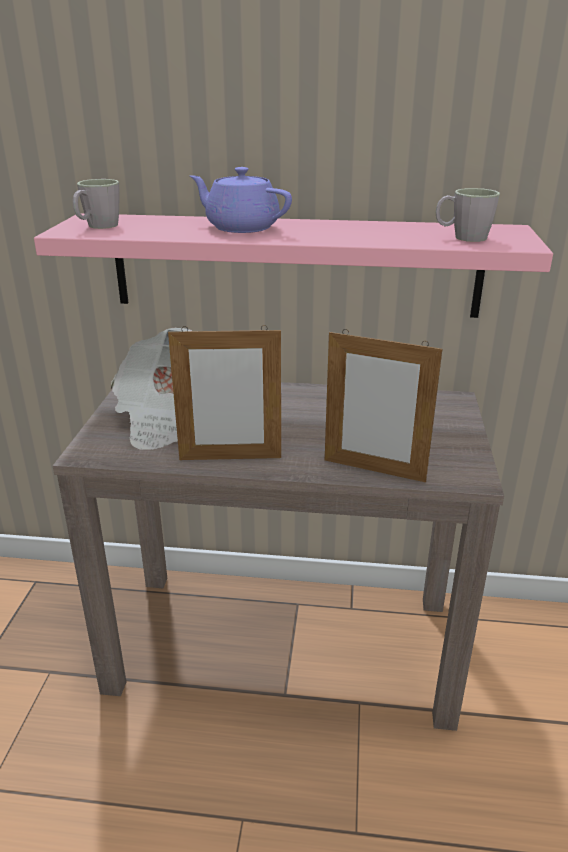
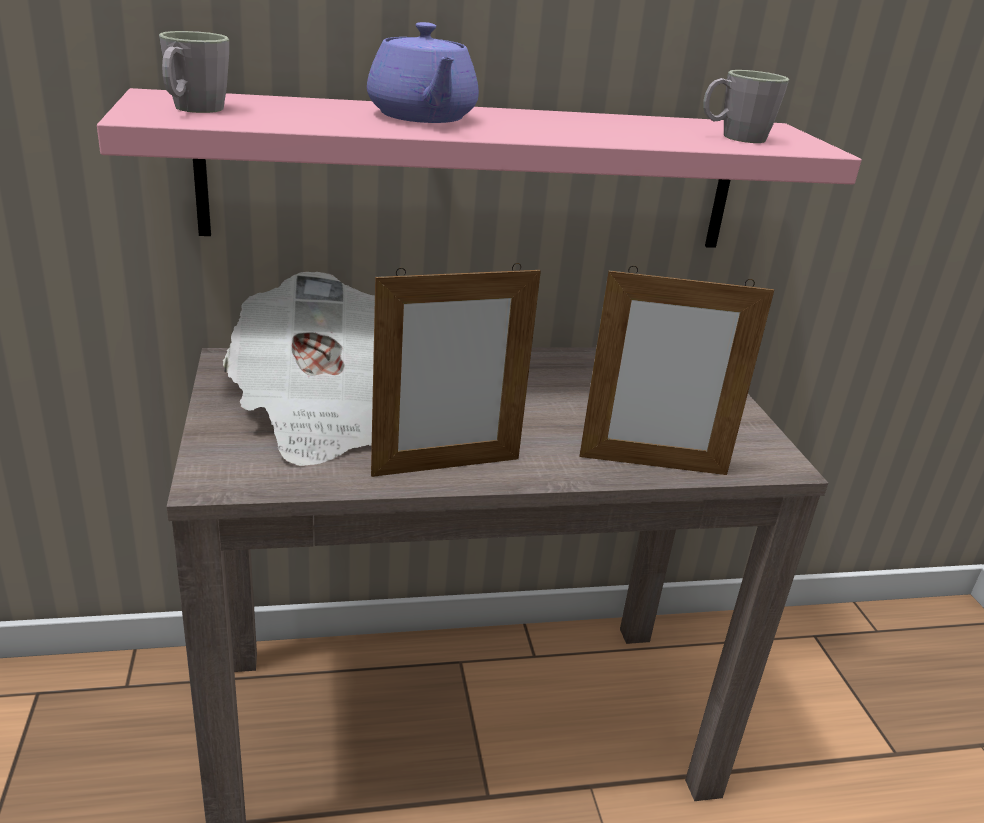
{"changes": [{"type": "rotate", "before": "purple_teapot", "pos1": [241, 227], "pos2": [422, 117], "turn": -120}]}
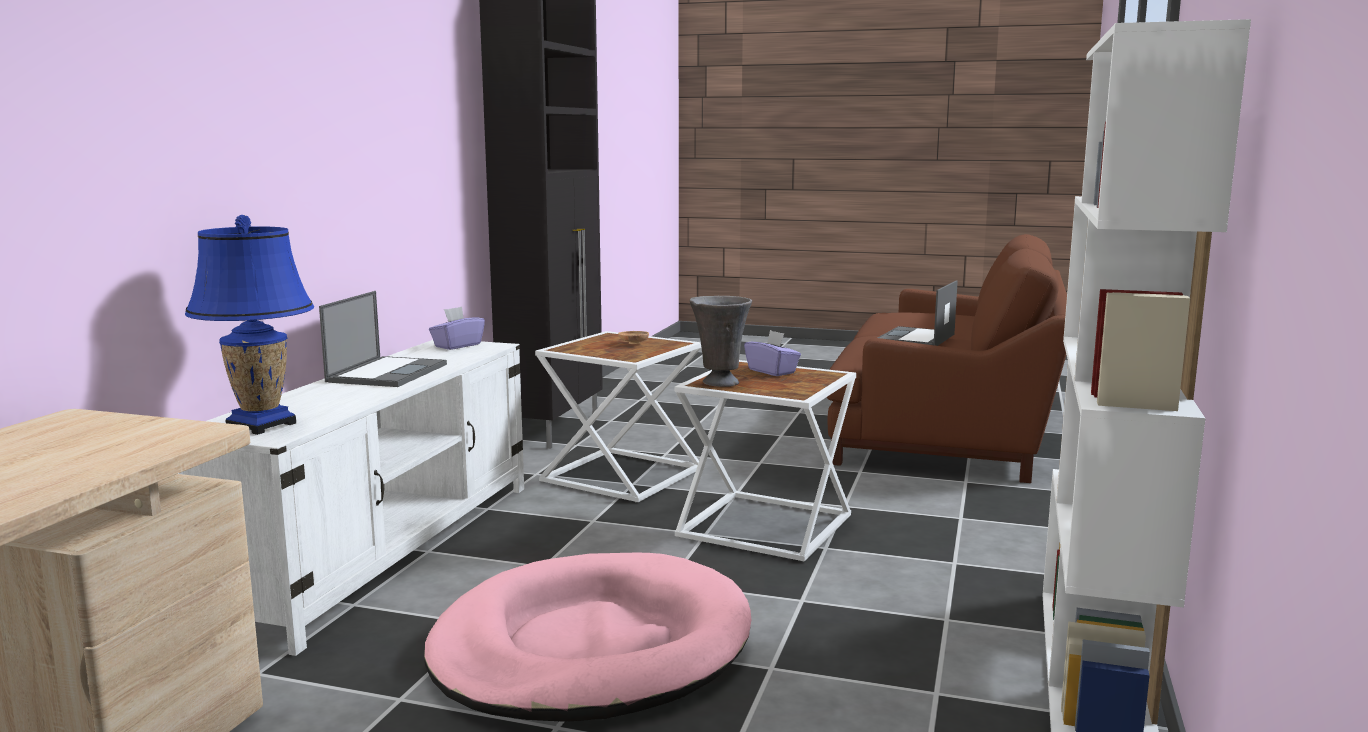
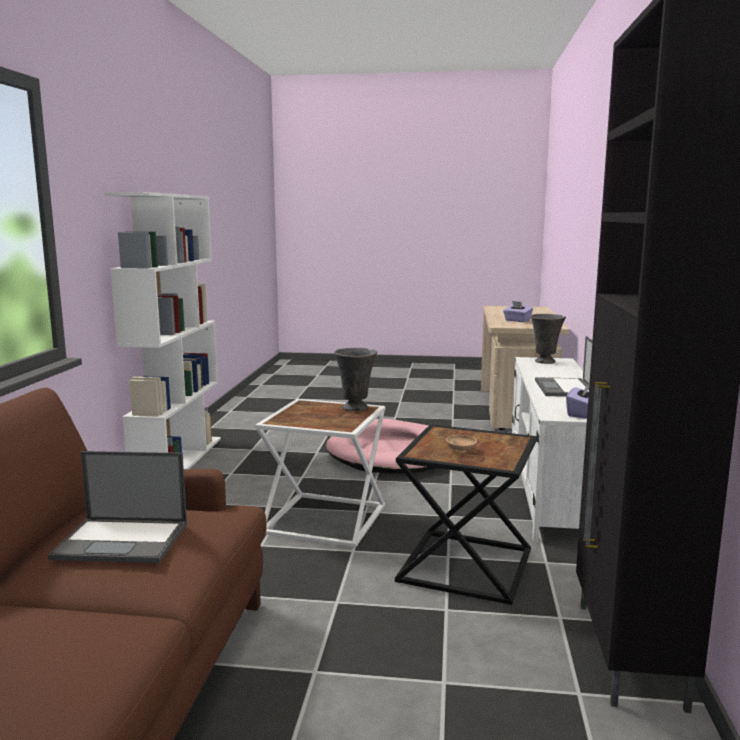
{"changes": [{"type": "move", "before": "purple_tissue_box", "pos1": [772, 371], "pos2": [517, 321]}, {"type": "replace", "before": "blue_table_lamp", "after": "grey_vase", "pos1": [261, 425], "pos2": [545, 362]}, {"type": "recolor", "before": "white_side_table", "after": "black_side_table", "pos1": [621, 474], "pos2": [467, 567]}, {"type": "rotate", "before": "laptop", "pos1": [916, 338], "pos2": [123, 540], "turn": 75}]}
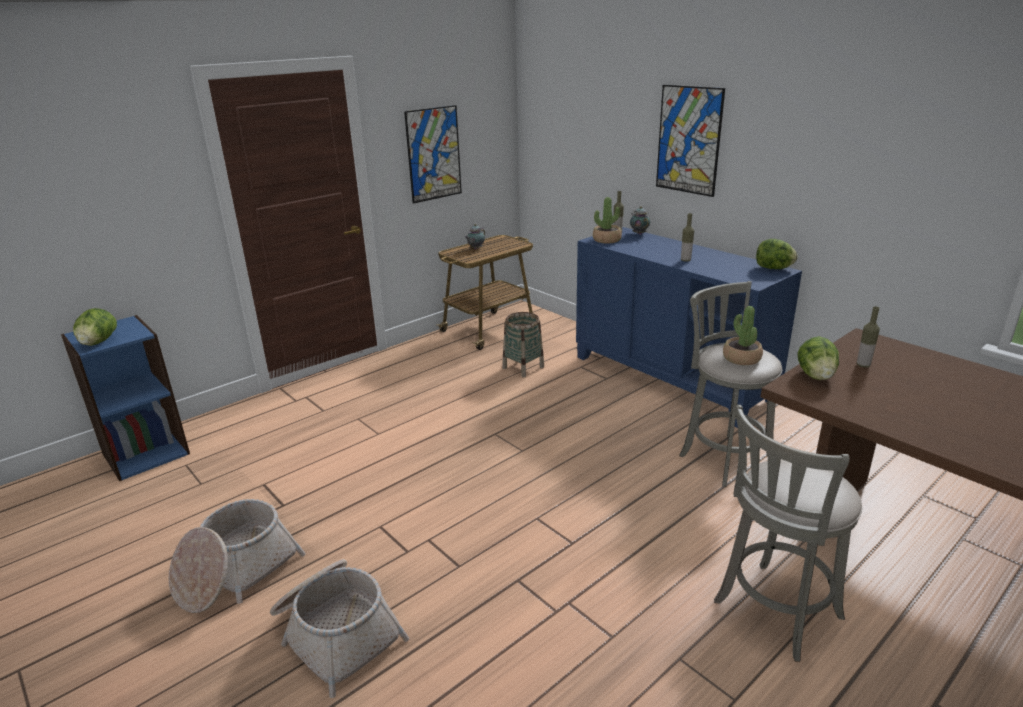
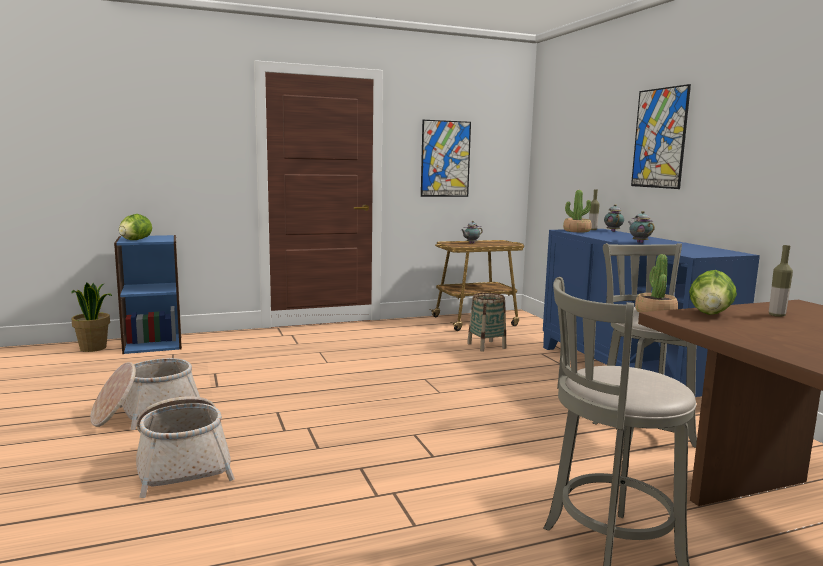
{"changes": [{"type": "delete", "before": "lettuce", "pos1": [774, 268]}, {"type": "insert", "after": "potted_plant", "pos2": [93, 348]}, {"type": "replace", "before": "bottle", "after": "teapot", "pos1": [685, 260], "pos2": [639, 242]}]}
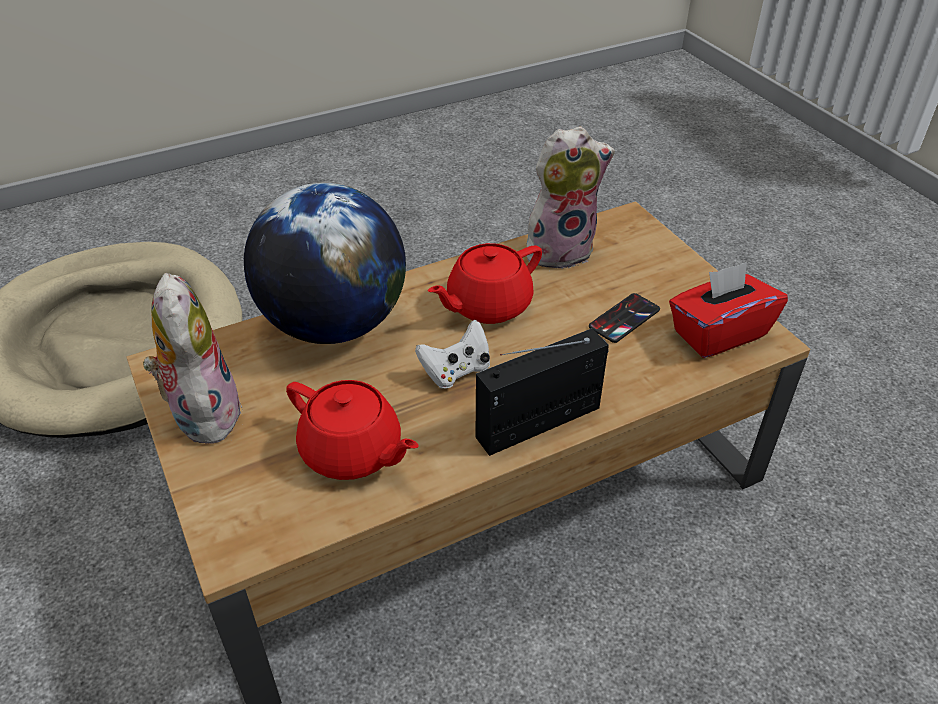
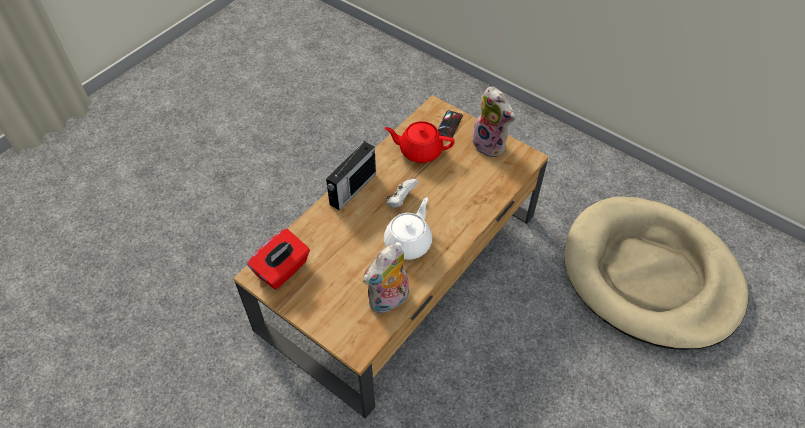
{"changes": [{"type": "delete", "before": "globe", "pos1": [334, 324]}, {"type": "move", "before": "phone", "pos1": [624, 318], "pos2": [449, 124]}, {"type": "recolor", "before": "red_teapot", "after": "white_teapot", "pos1": [487, 305], "pos2": [408, 243]}]}
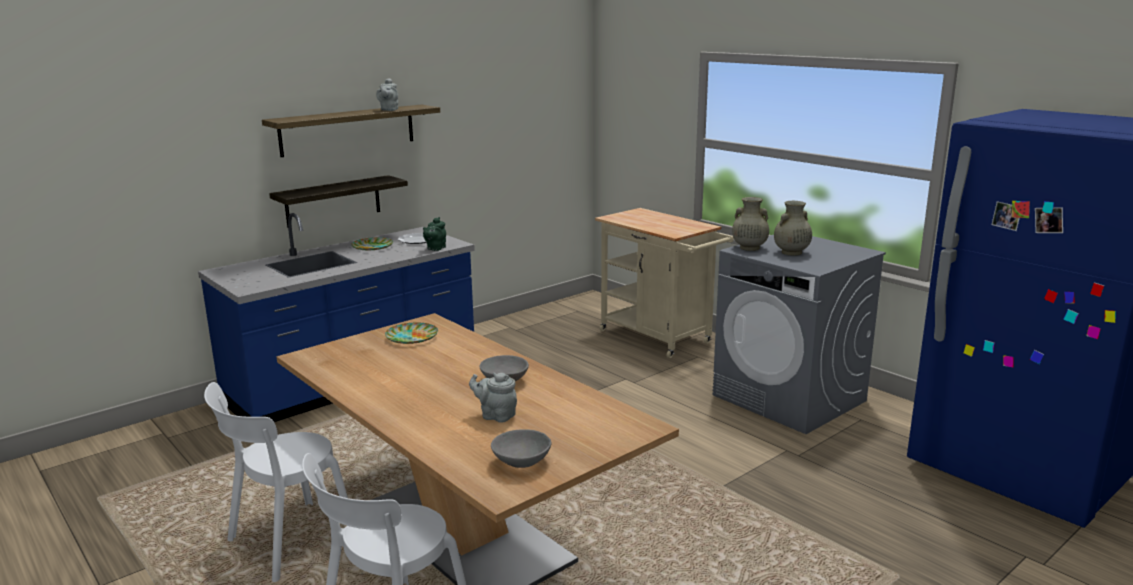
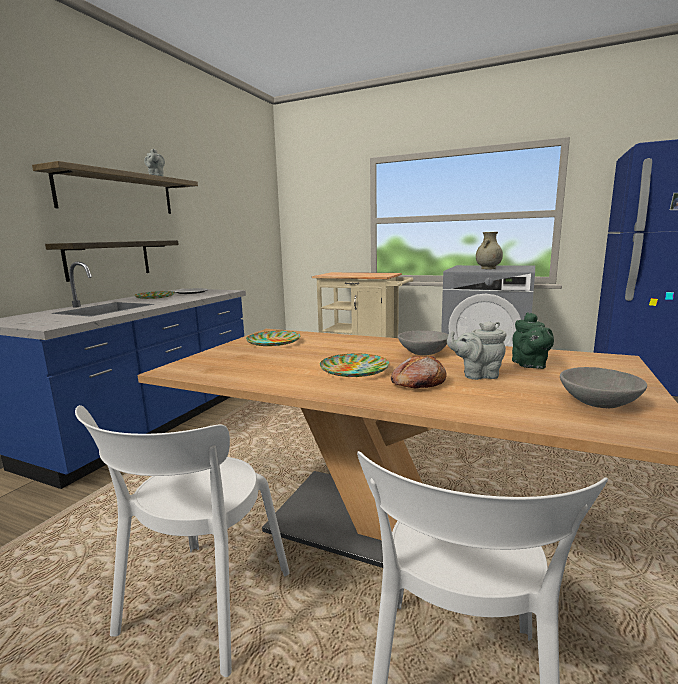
{"changes": [{"type": "delete", "before": "beige_vase", "pos1": [749, 248]}, {"type": "insert", "after": "plate", "pos2": [355, 370]}, {"type": "insert", "after": "bread", "pos2": [418, 383]}, {"type": "move", "before": "green_teapot", "pos1": [435, 248], "pos2": [530, 365]}]}
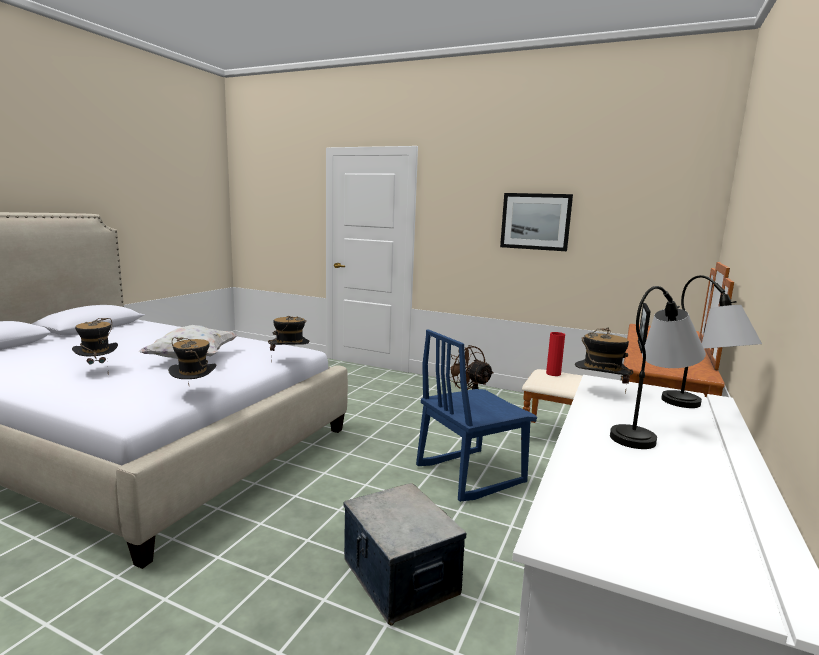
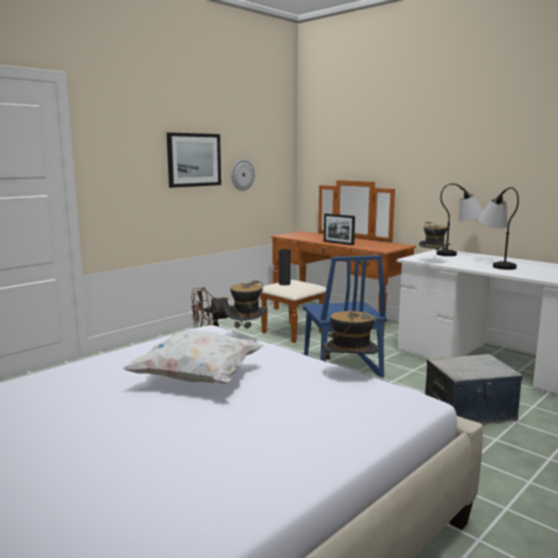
{"changes": [{"type": "delete", "before": "hat", "pos1": [98, 370]}, {"type": "insert", "after": "wall_clock", "pos2": [242, 174]}, {"type": "recolor", "before": "red_vase", "after": "black_vase", "pos1": [553, 374], "pos2": [284, 284]}]}
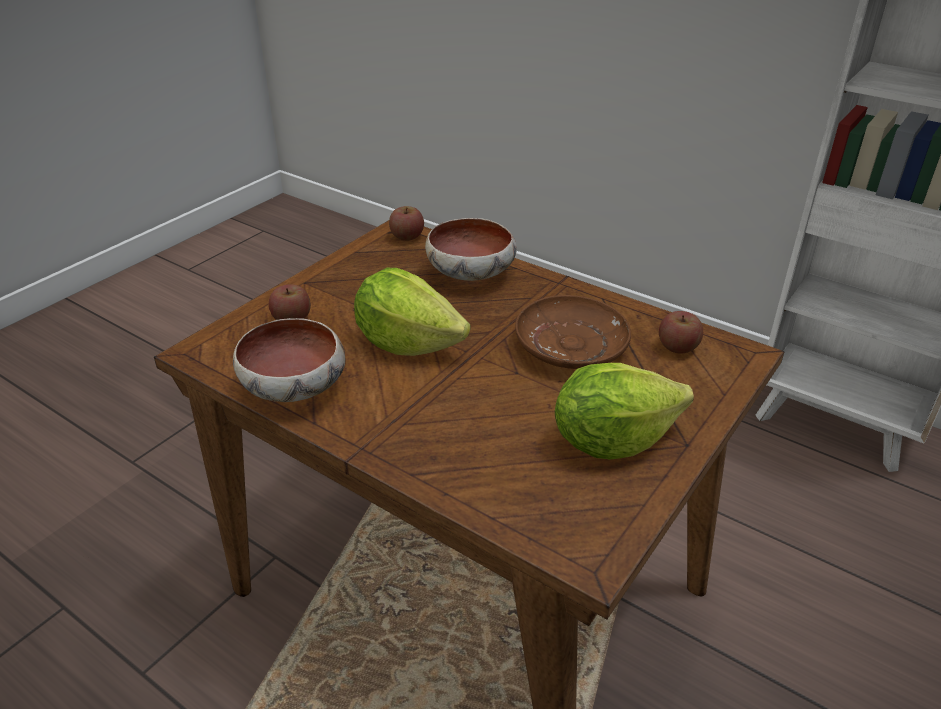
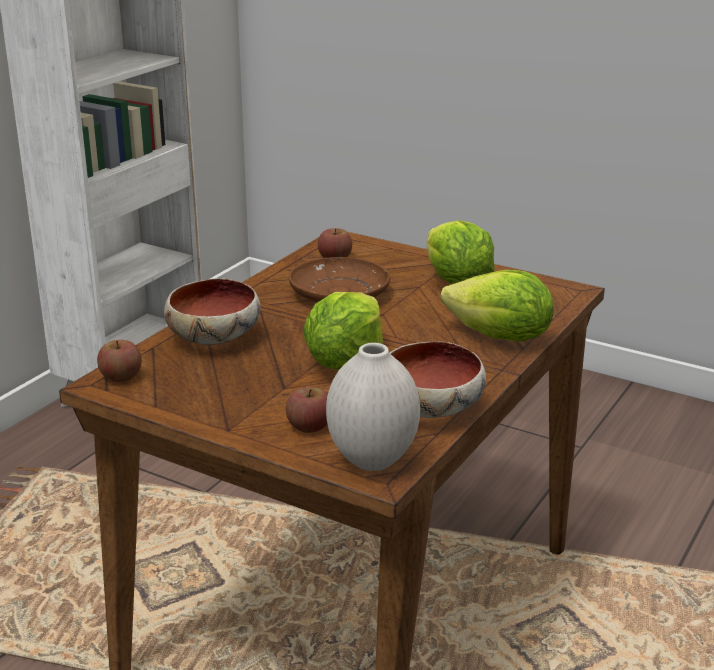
{"changes": [{"type": "insert", "after": "white_vase", "pos2": [371, 460]}, {"type": "insert", "after": "lettuce", "pos2": [500, 337]}]}
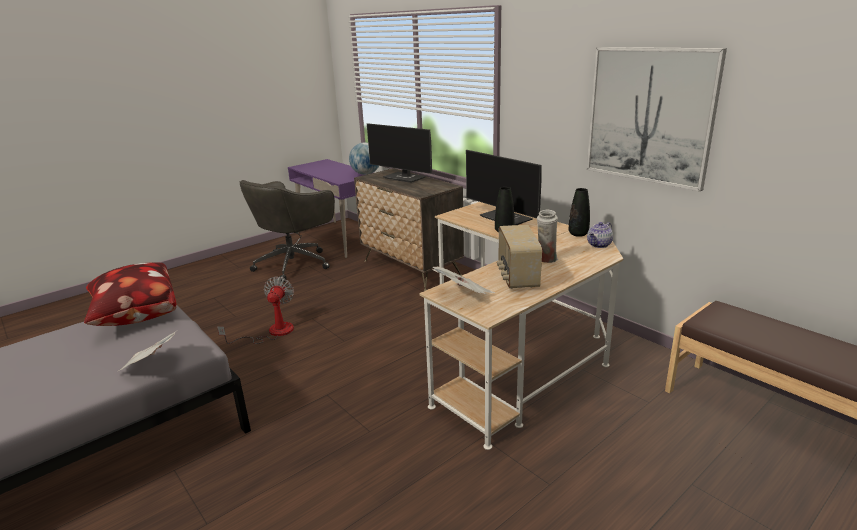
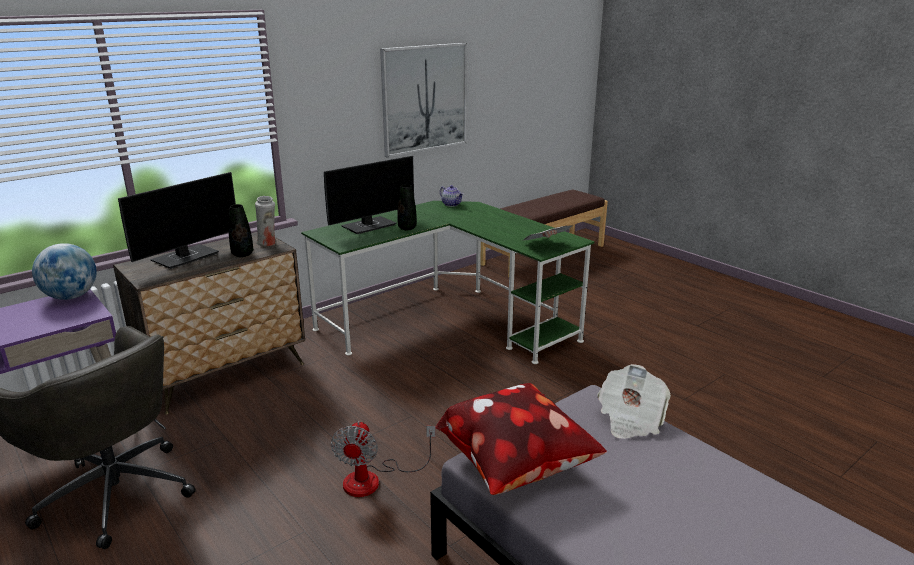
{"changes": [{"type": "delete", "before": "radio", "pos1": [517, 277]}, {"type": "move", "before": "white_vase", "pos1": [546, 259], "pos2": [268, 244]}, {"type": "move", "before": "black_vase", "pos1": [578, 234], "pos2": [242, 254]}, {"type": "recolor", "before": "beige_desk", "after": "green_desk", "pos1": [517, 349], "pos2": [449, 321]}, {"type": "rotate", "before": "fan", "pos1": [272, 332], "pos2": [374, 479], "turn": -90}]}
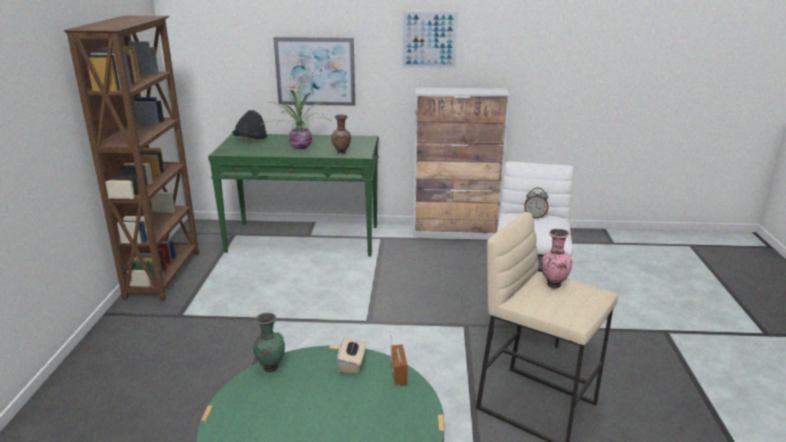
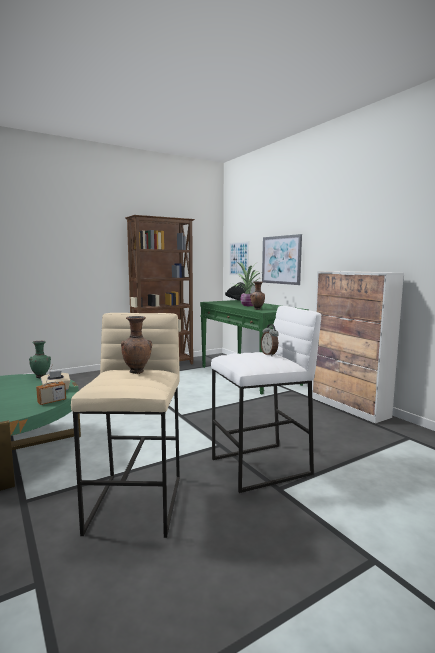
{"changes": [{"type": "move", "before": "picture", "pos1": [429, 40], "pos2": [239, 258]}, {"type": "recolor", "before": "pink_vase", "after": "brown_vase", "pos1": [553, 284], "pos2": [137, 372]}]}
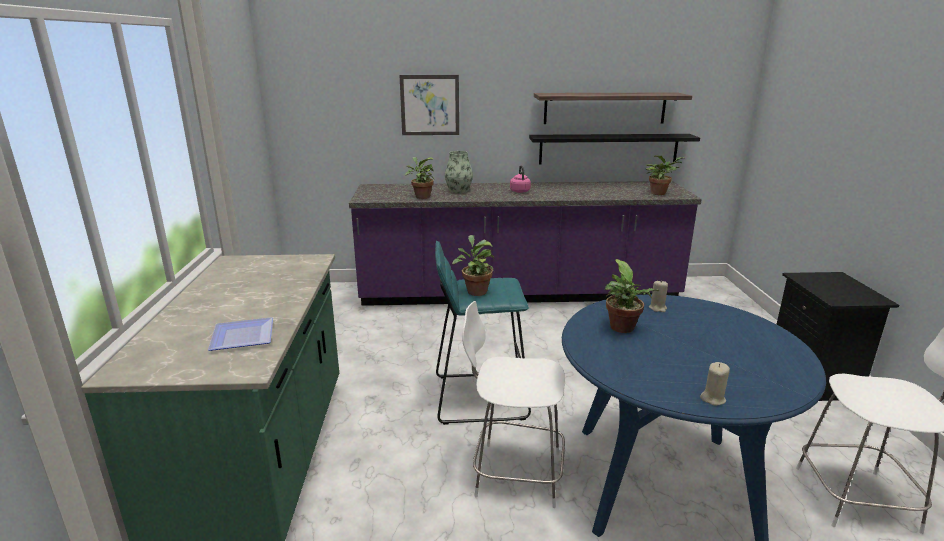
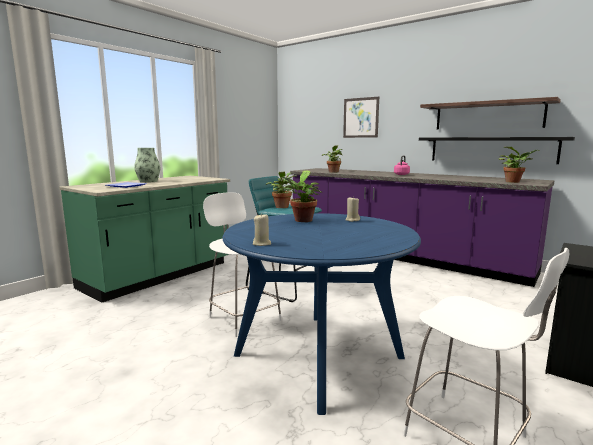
{"changes": [{"type": "move", "before": "vase", "pos1": [458, 191], "pos2": [148, 181]}]}
